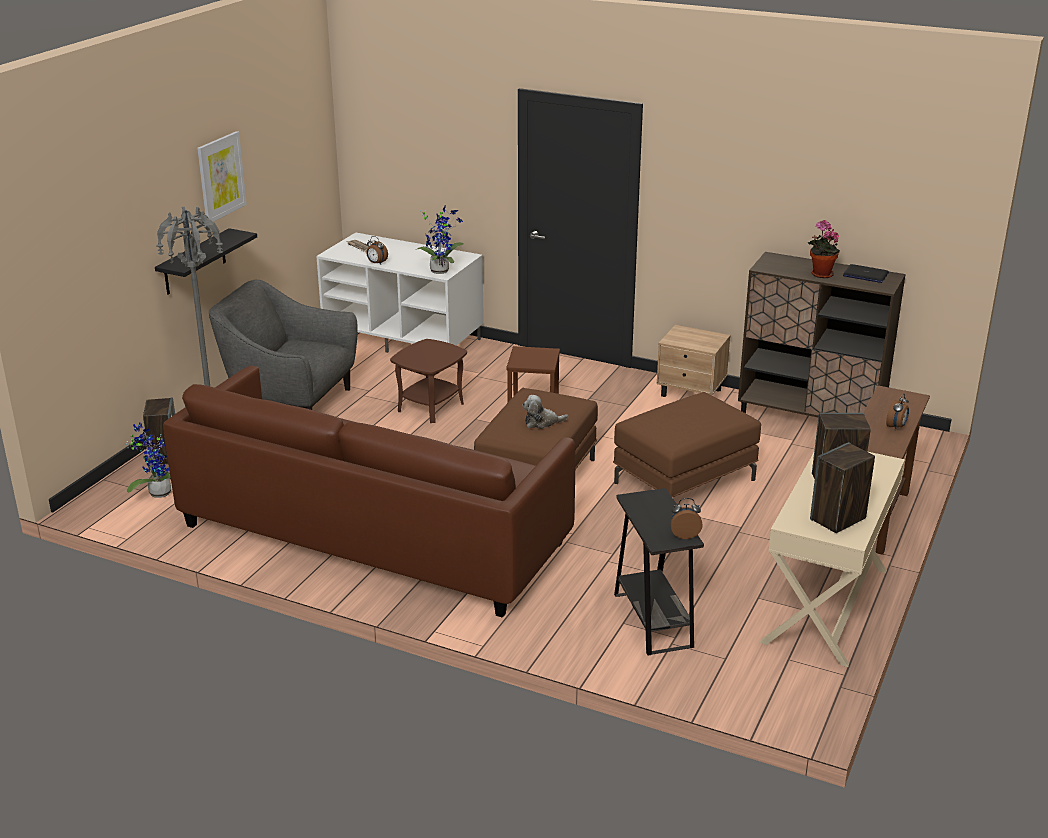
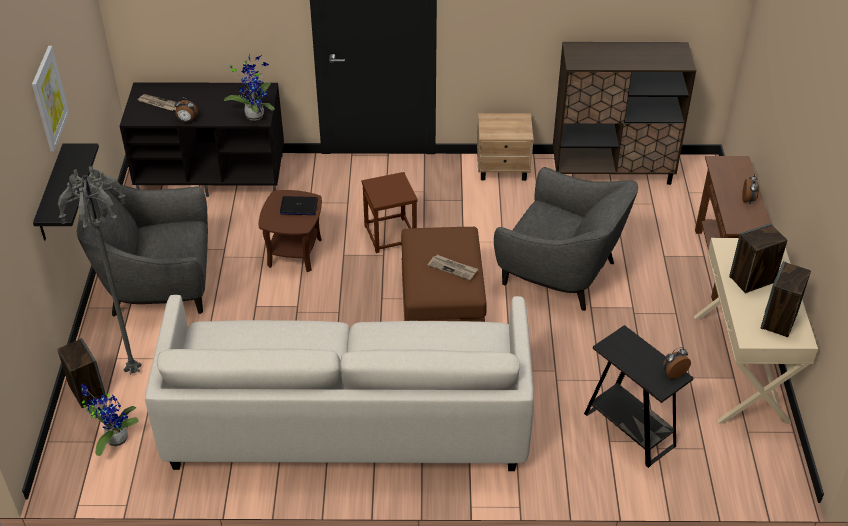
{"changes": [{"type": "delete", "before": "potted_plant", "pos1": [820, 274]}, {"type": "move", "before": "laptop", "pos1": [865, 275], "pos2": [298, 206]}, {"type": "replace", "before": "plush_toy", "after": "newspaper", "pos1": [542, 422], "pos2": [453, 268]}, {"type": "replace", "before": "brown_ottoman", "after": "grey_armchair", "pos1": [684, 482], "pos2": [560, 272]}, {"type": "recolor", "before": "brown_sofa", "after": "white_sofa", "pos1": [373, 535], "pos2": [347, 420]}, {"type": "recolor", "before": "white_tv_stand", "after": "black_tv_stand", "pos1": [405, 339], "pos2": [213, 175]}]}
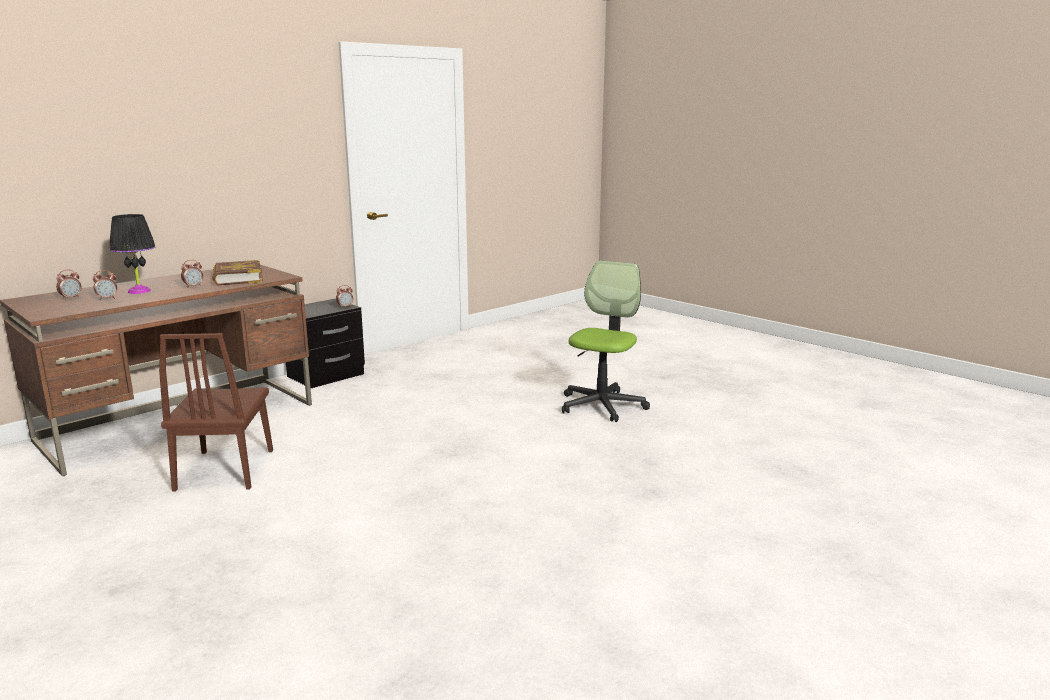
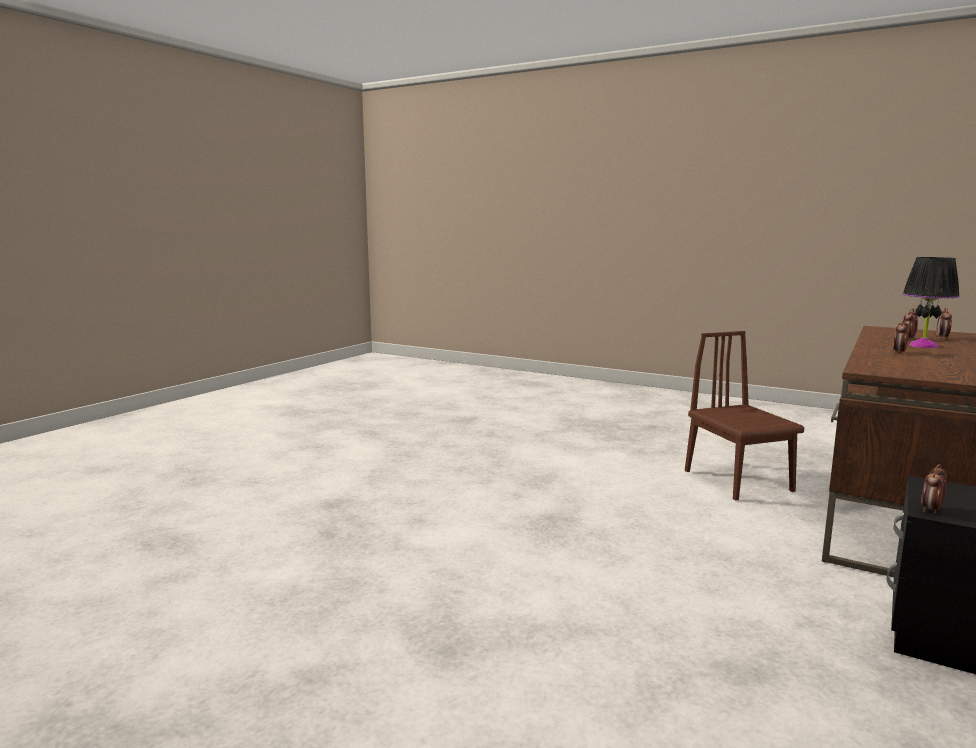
{"changes": [{"type": "delete", "before": "book", "pos1": [237, 278]}, {"type": "delete", "before": "office_chair", "pos1": [602, 405]}]}
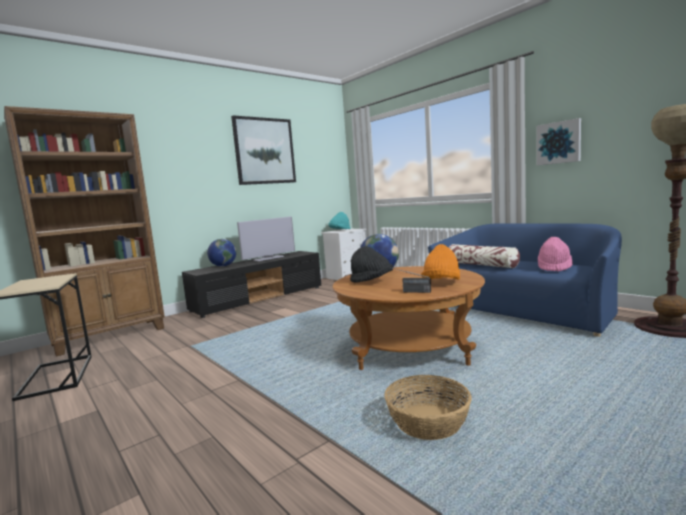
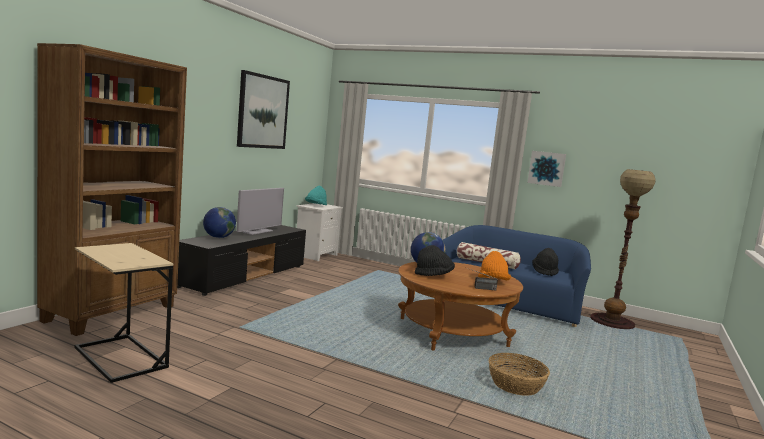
{"changes": [{"type": "recolor", "before": "pink_hat", "after": "black_hat", "pos1": [554, 268], "pos2": [544, 272]}]}
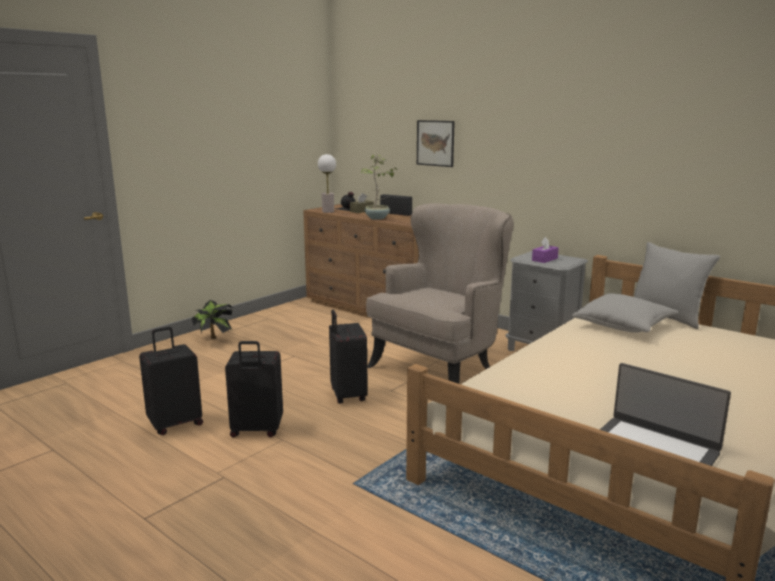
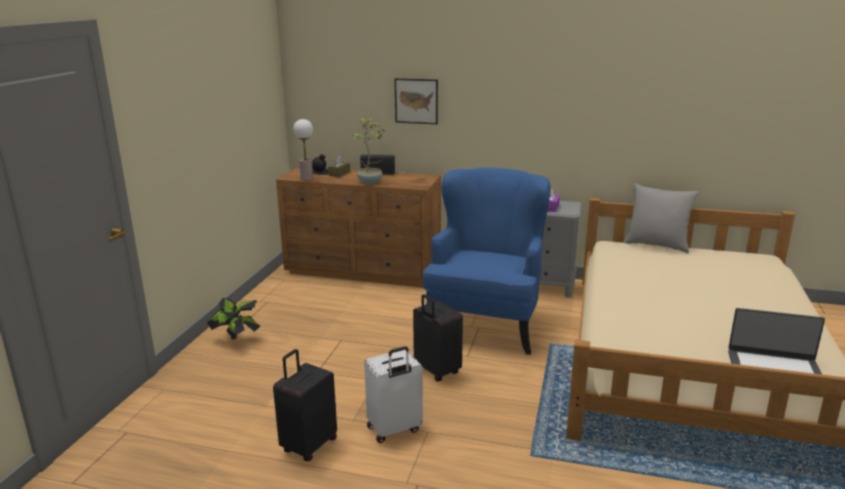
{"changes": [{"type": "delete", "before": "grey_pillow", "pos1": [623, 326]}, {"type": "recolor", "before": "black_suitcase", "after": "white_suitcase", "pos1": [256, 430], "pos2": [394, 429]}, {"type": "recolor", "before": "beige_armchair", "after": "blue_armchair", "pos1": [440, 368], "pos2": [486, 323]}]}
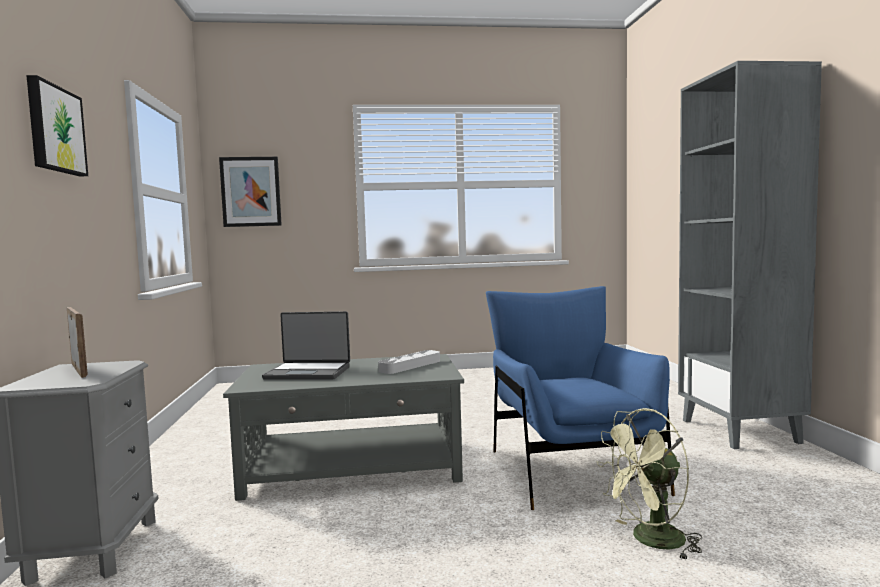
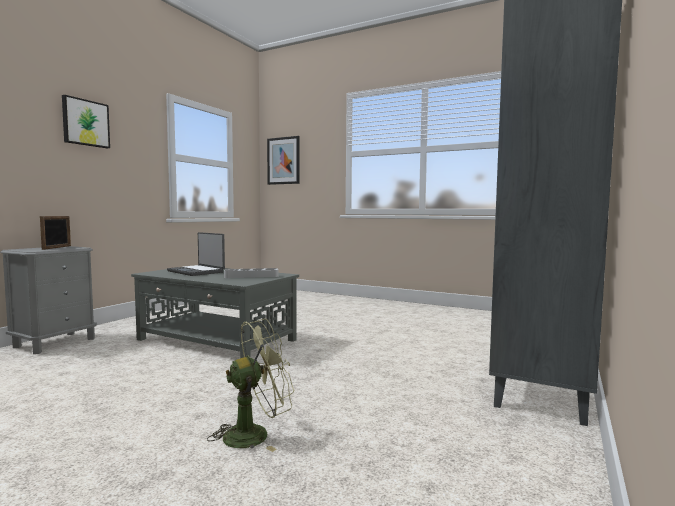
{"changes": [{"type": "delete", "before": "blue_armchair", "pos1": [572, 469]}, {"type": "rotate", "before": "green_fan", "pos1": [650, 541], "pos2": [255, 434], "turn": 135}]}
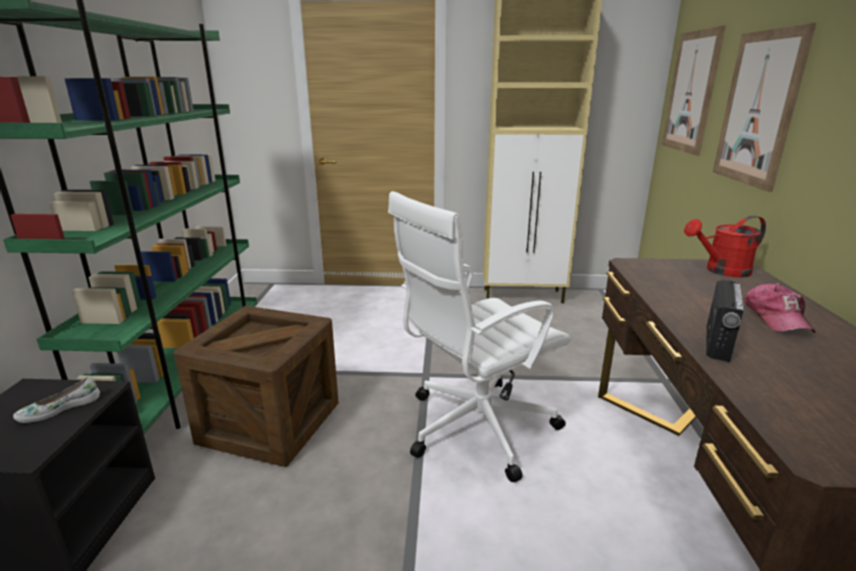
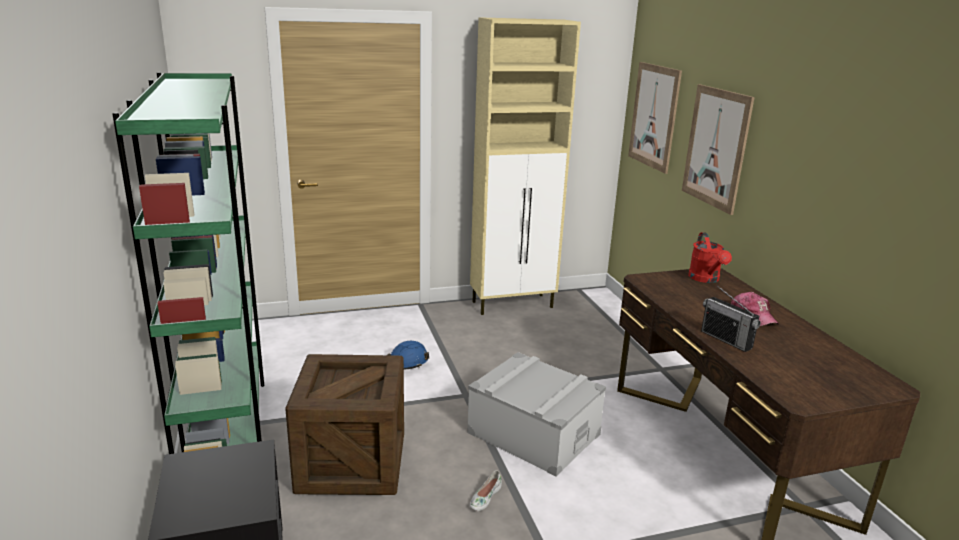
{"changes": [{"type": "insert", "after": "blue_hard_hat", "pos2": [406, 362]}, {"type": "move", "before": "white_shoe", "pos1": [60, 408], "pos2": [484, 497]}, {"type": "replace", "before": "white_office_chair", "after": "grey_storage_box", "pos1": [475, 427], "pos2": [533, 433]}, {"type": "rotate", "before": "red_watering_can", "pos1": [721, 271], "pos2": [706, 279], "turn": -60}, {"type": "rotate", "before": "radio", "pos1": [717, 342], "pos2": [726, 340], "turn": 135}]}
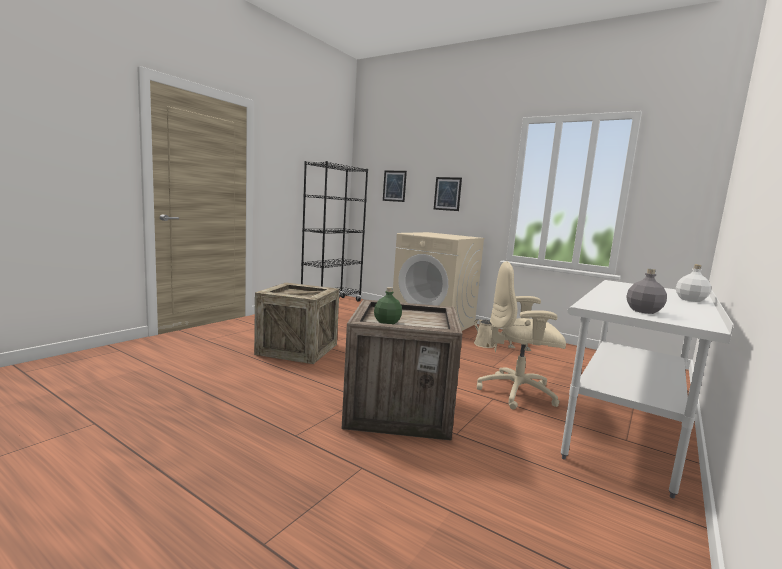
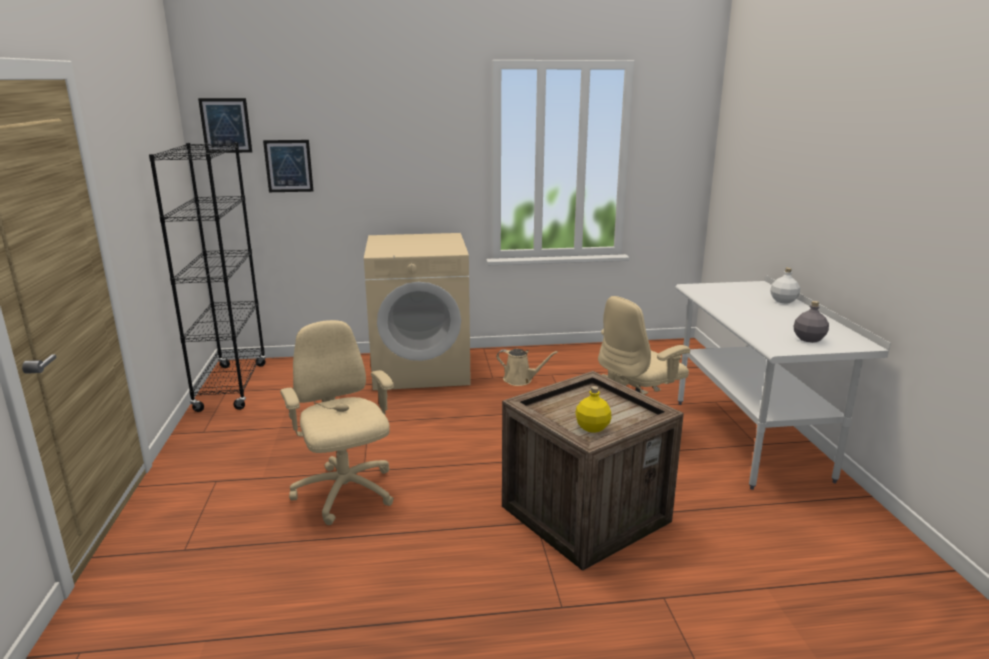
{"changes": [{"type": "move", "before": "picture", "pos1": [447, 194], "pos2": [225, 125]}, {"type": "replace", "before": "crate", "after": "beige_office_chair", "pos1": [297, 349], "pos2": [345, 494]}, {"type": "recolor", "before": "green_bottle", "after": "yellow_bottle", "pos1": [387, 322], "pos2": [592, 427]}]}
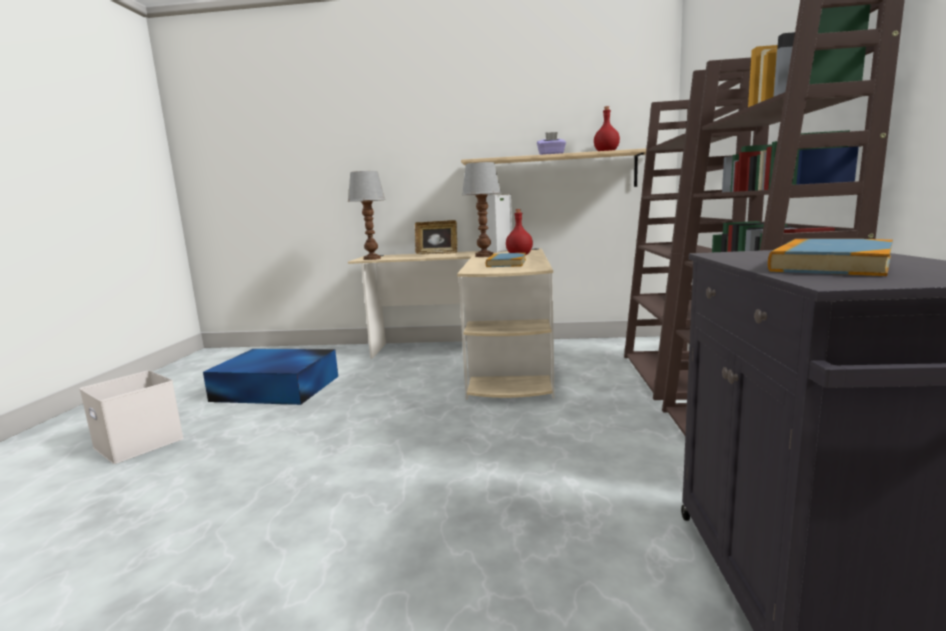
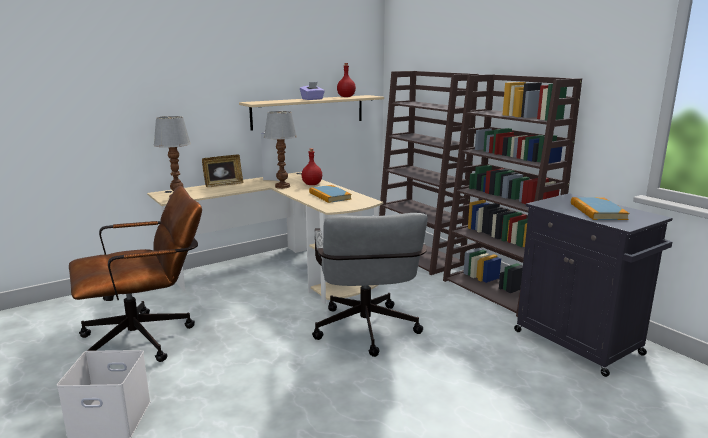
{"changes": [{"type": "insert", "after": "grey_office_chair", "pos2": [366, 333]}, {"type": "replace", "before": "blue_storage_box", "after": "brown_office_chair", "pos1": [277, 388], "pos2": [147, 338]}]}
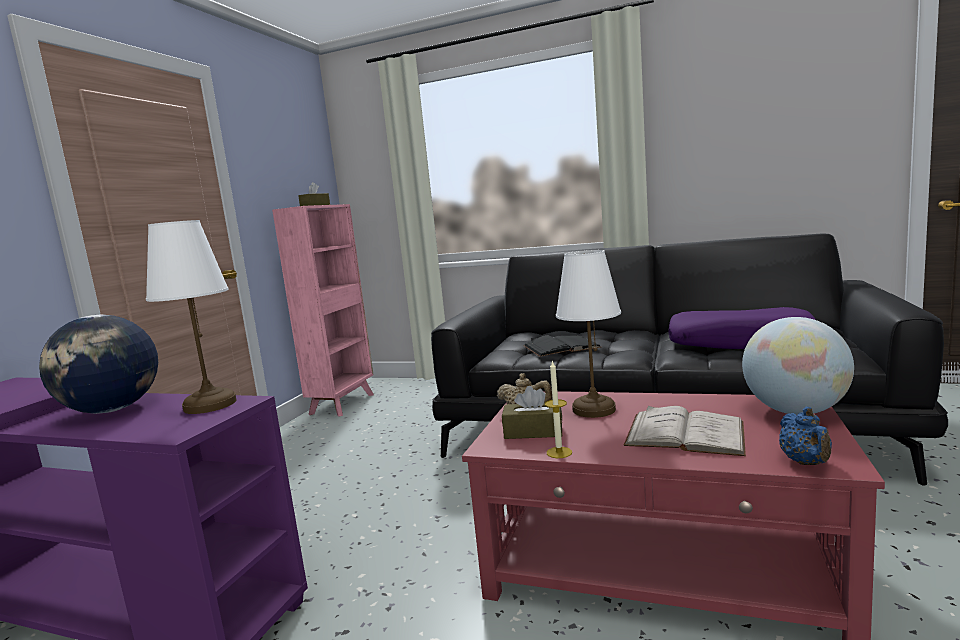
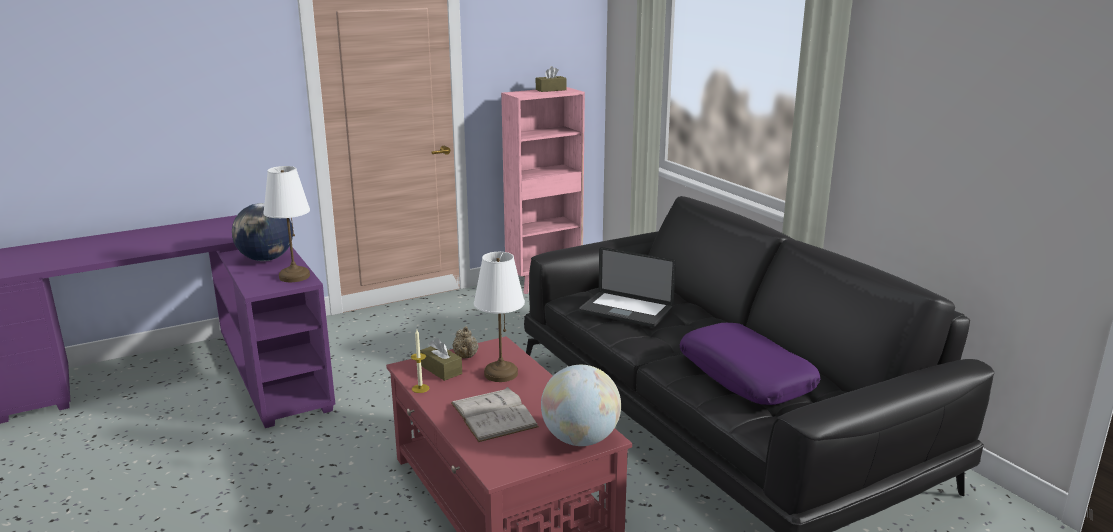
{"changes": [{"type": "delete", "before": "blue_teapot", "pos1": [806, 463]}, {"type": "replace", "before": "black_book", "after": "laptop", "pos1": [561, 346], "pos2": [625, 311]}]}
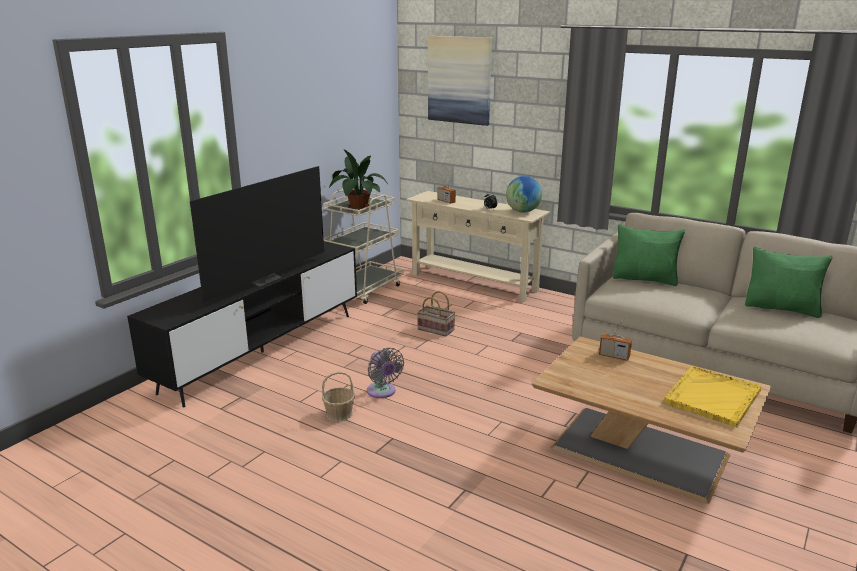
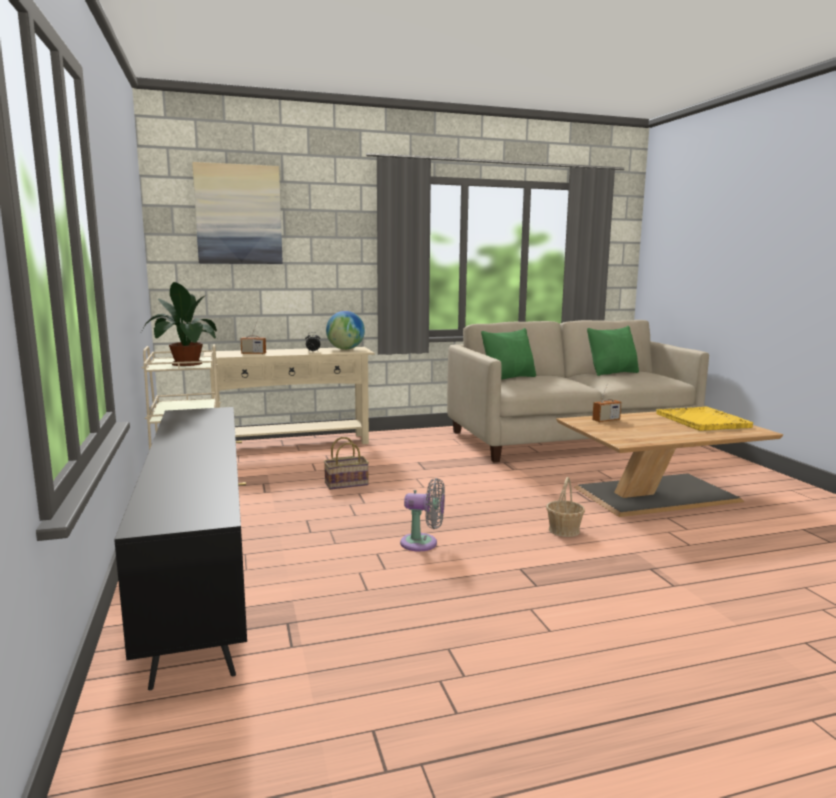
{"changes": [{"type": "delete", "before": "television", "pos1": [263, 279]}, {"type": "move", "before": "basket", "pos1": [339, 414], "pos2": [564, 530]}]}
